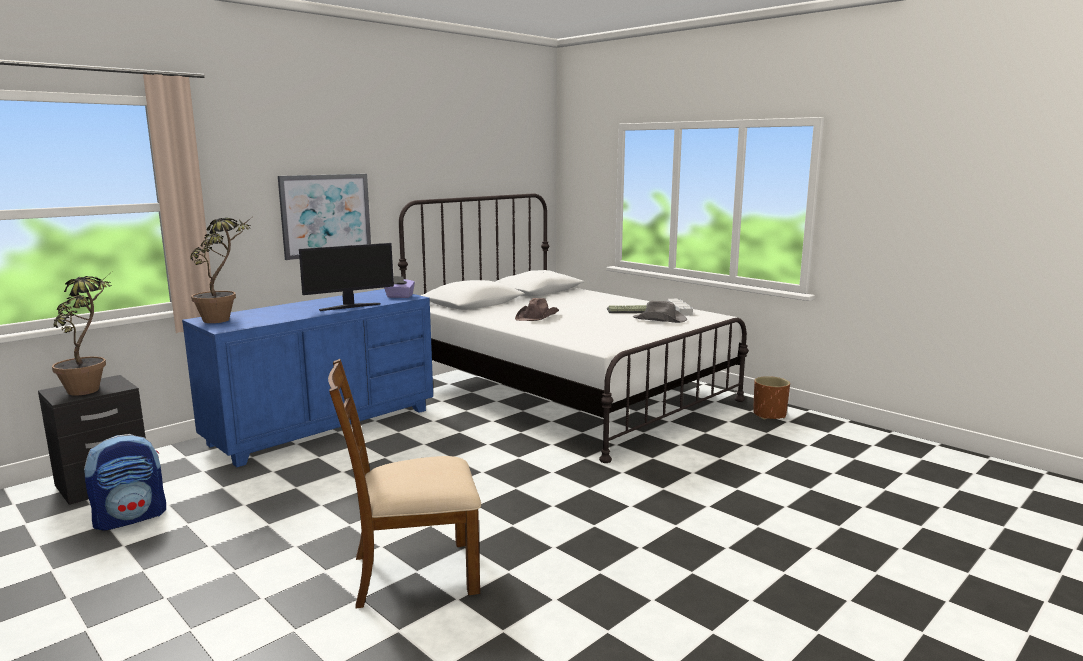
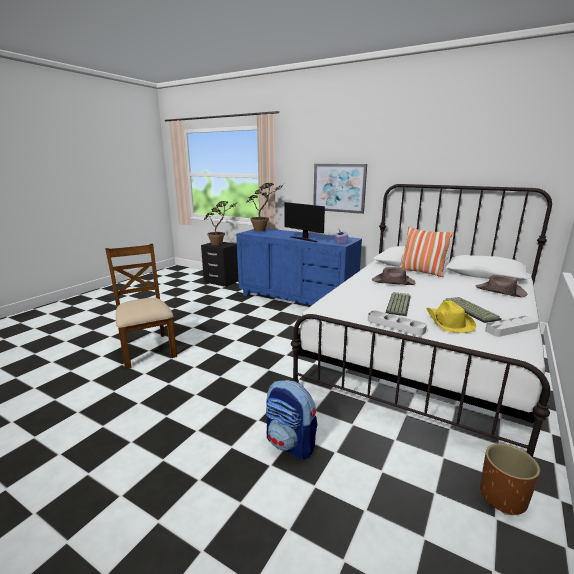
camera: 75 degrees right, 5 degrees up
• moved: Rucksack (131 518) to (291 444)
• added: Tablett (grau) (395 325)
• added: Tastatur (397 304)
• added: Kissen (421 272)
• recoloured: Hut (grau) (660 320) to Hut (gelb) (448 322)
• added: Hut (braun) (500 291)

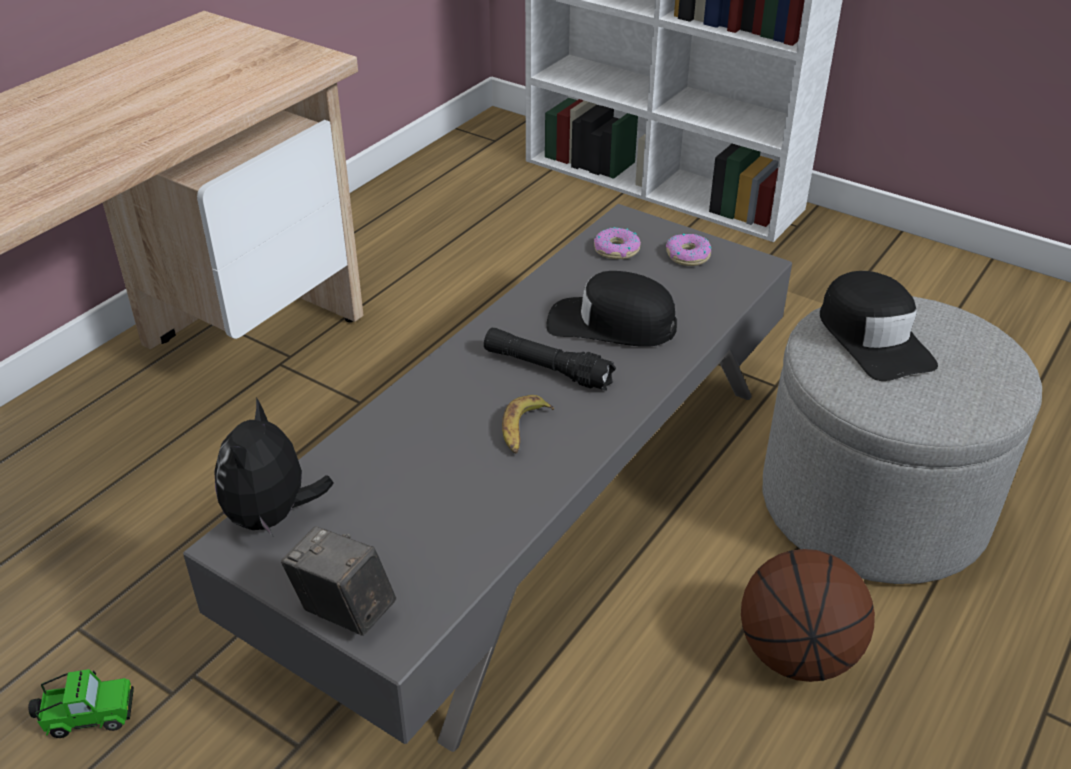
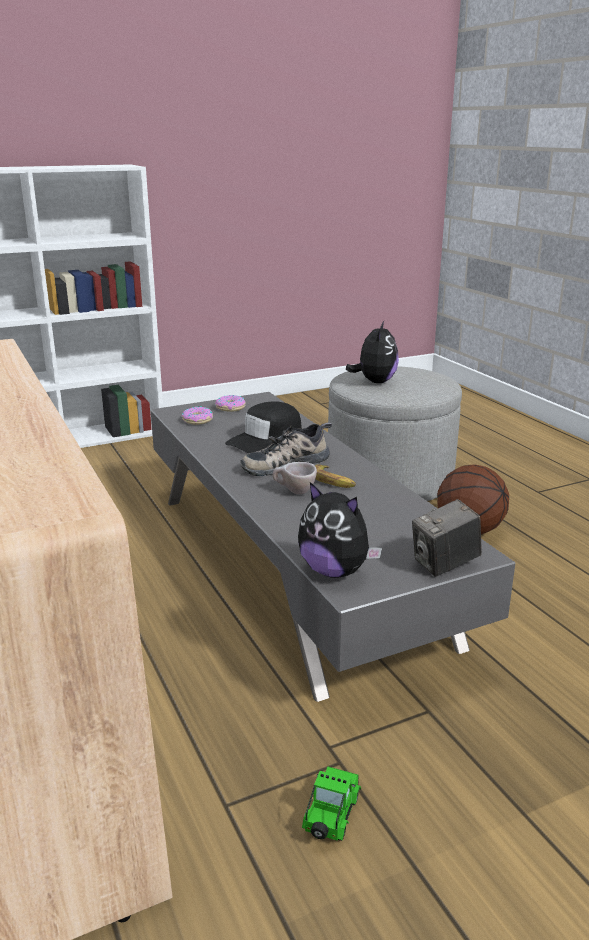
camera: 60 degrees left, 15 degrees down
• replaced: Taschenlampe (schwarz) (547 369) to Schuh (285 463)
• added: Tasse (beige) (294 492)
• replaced: Kappe (schwarz) (873 338) to Plüschtier (375 382)

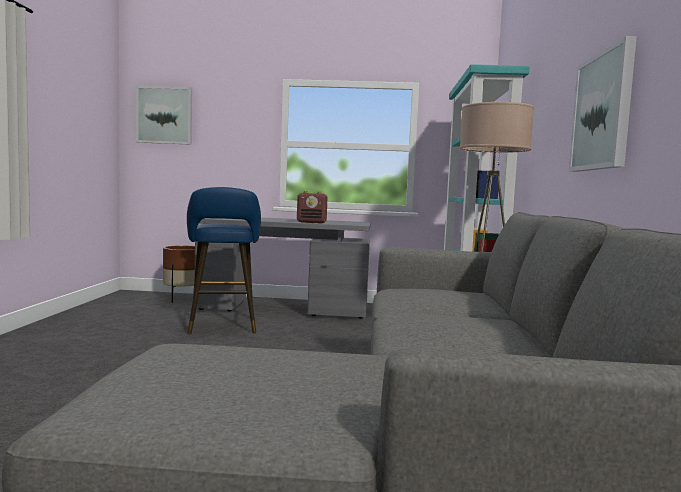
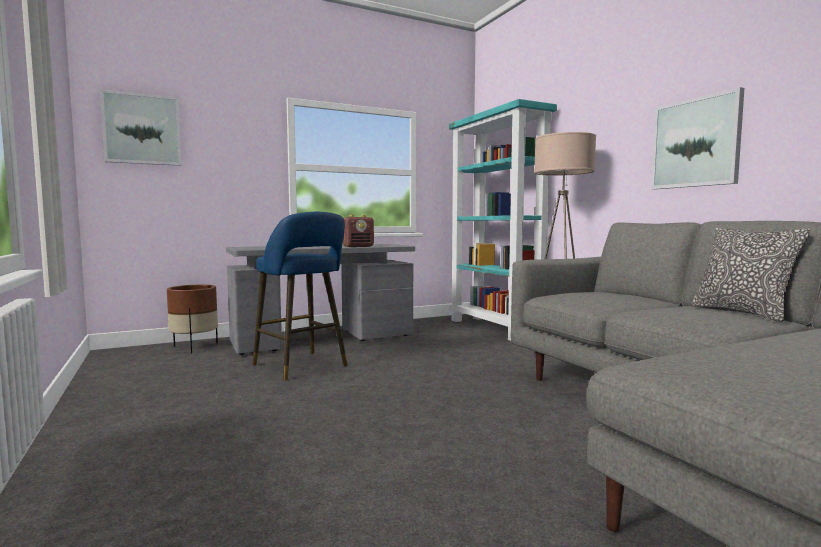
camera: 30 degrees left, 0 degrees up
• added: Kissen (742 312)

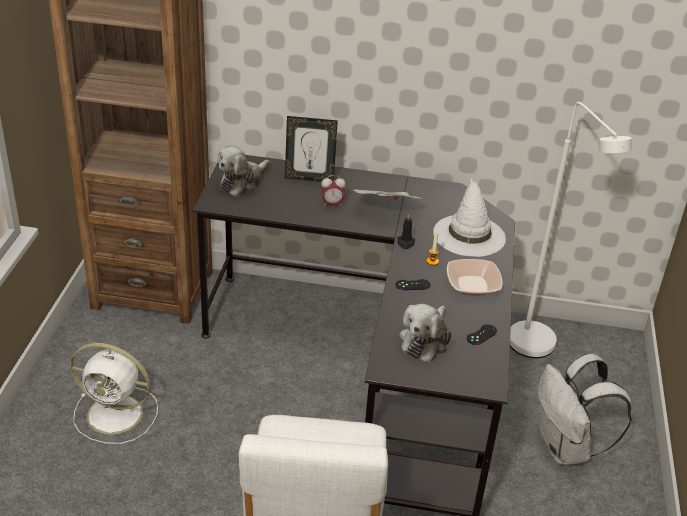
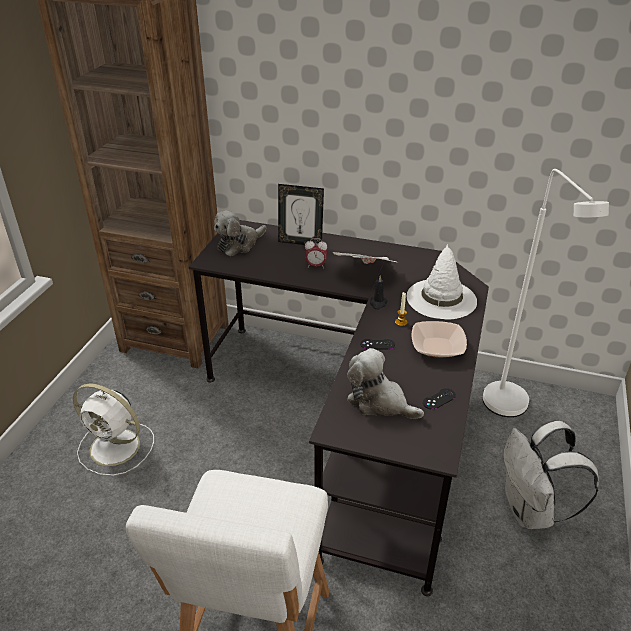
camera: 10 degrees right, 0 degrees up
• turned: Plüschtier (425 340) = (379 402) 90 degrees clockwise

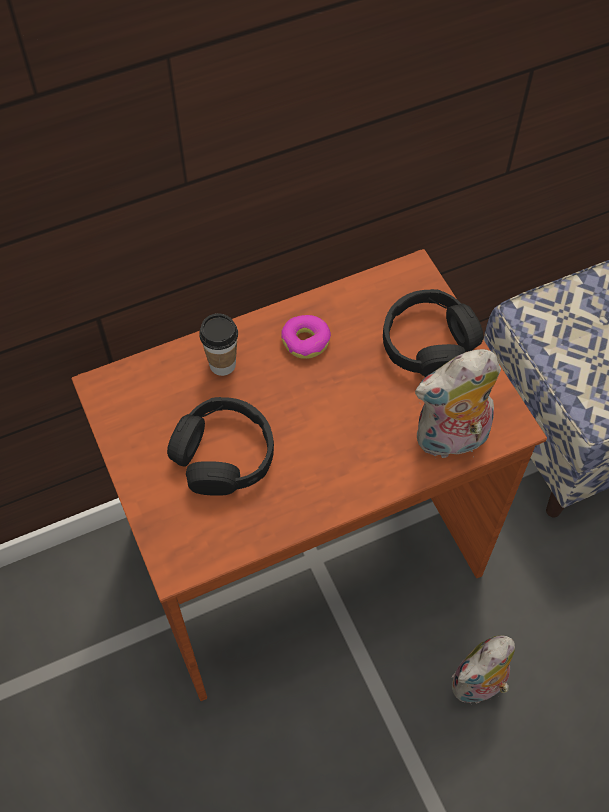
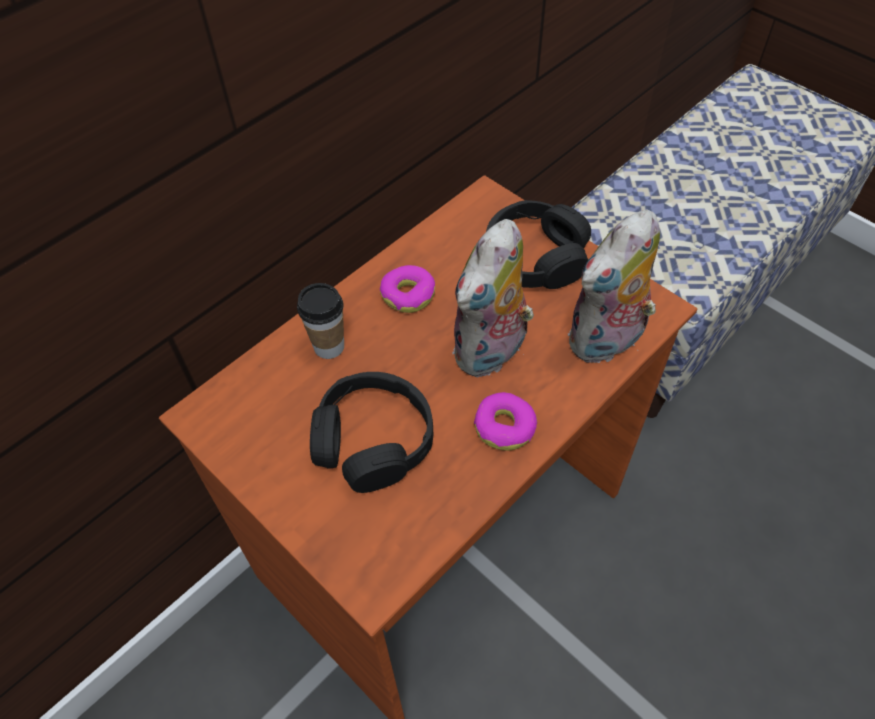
camera: 20 degrees left, 5 degrees down
• moved: Plüschtier (478 686) to (492 352)
• added: Donut (504 427)

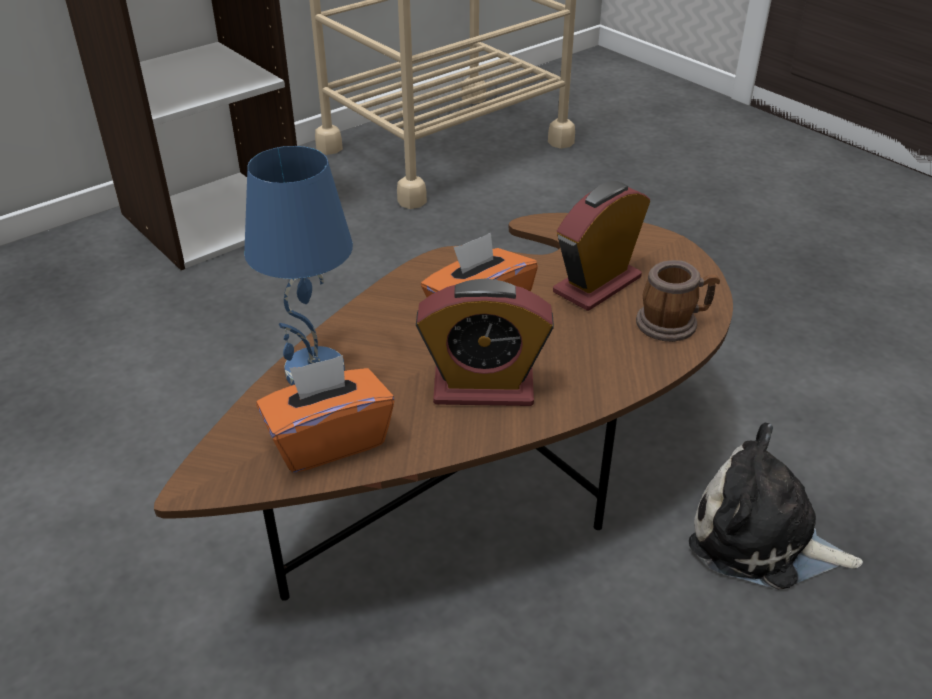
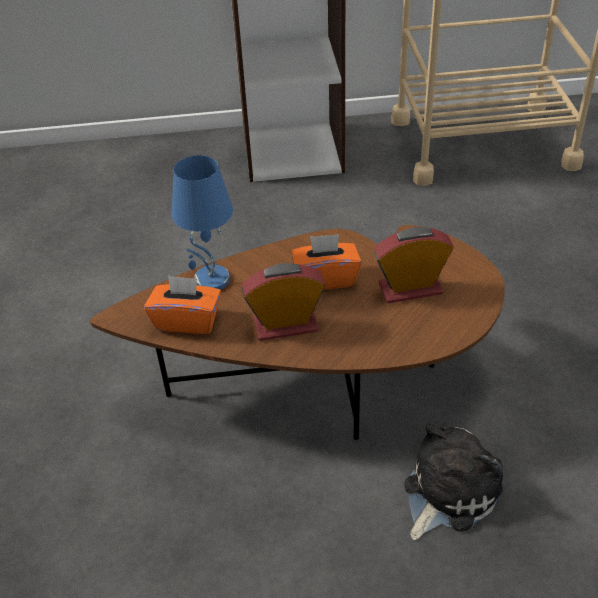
camera: 35 degrees right, 5 degrees up
• turned: Wecker (483 388) = (286 325) 135 degrees clockwise
• turned: Plüschtier (761 539) = (447 492) 75 degrees clockwise
• removed: Henkelbecher (673 323)

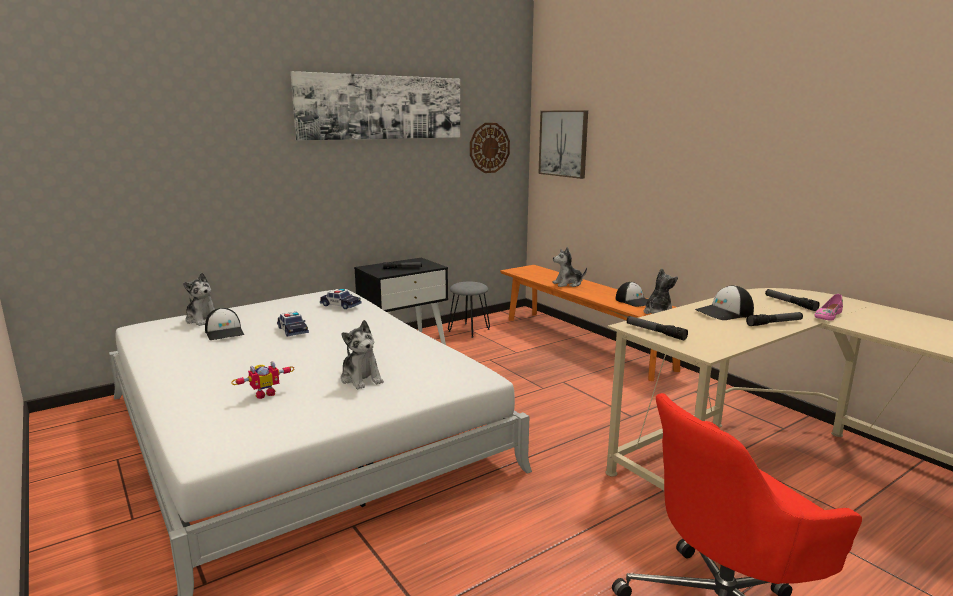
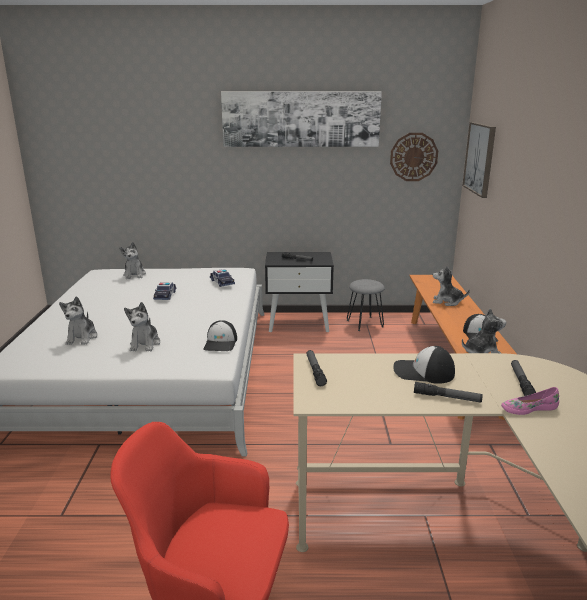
camera: 35 degrees right, 5 degrees up
• replaced: Spielzeugroboter (264 394) to Plüschtier (82 337)
• moved: Kappe (225 332) to (221 343)

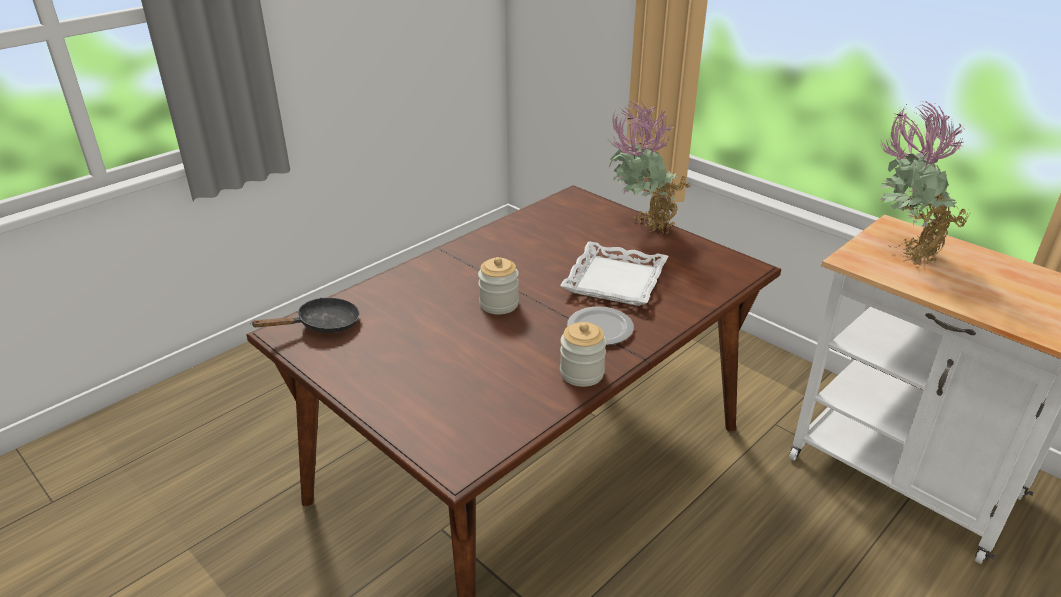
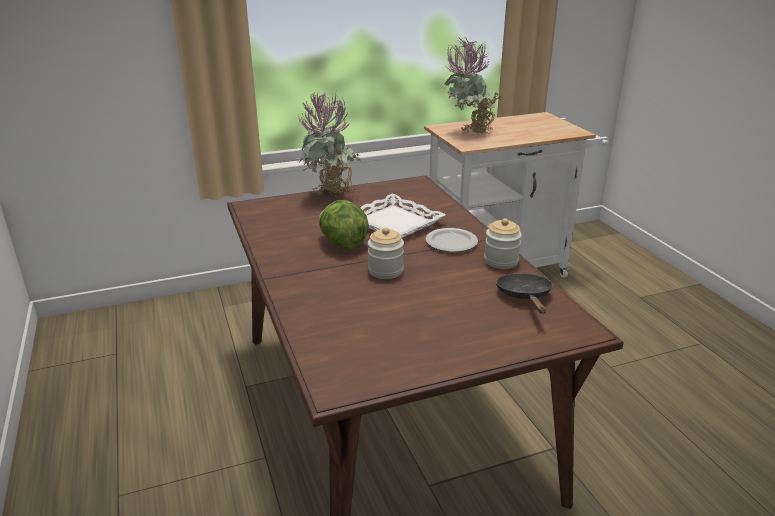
camera: 65 degrees left, 5 degrees down
• added: Salatkopf (342 243)
• moved: Pfanne (schwarz) (323 325) to (525 296)

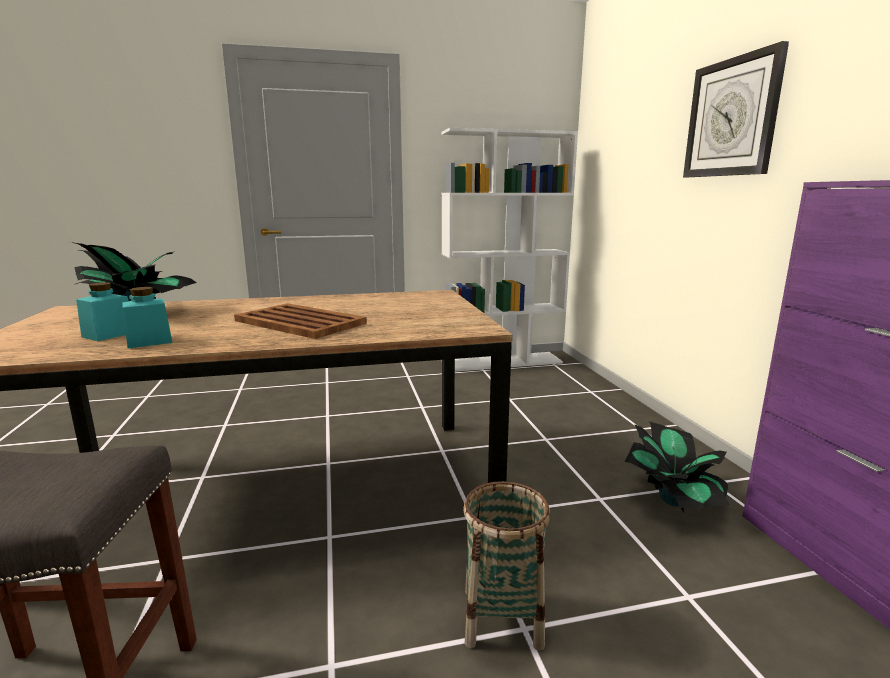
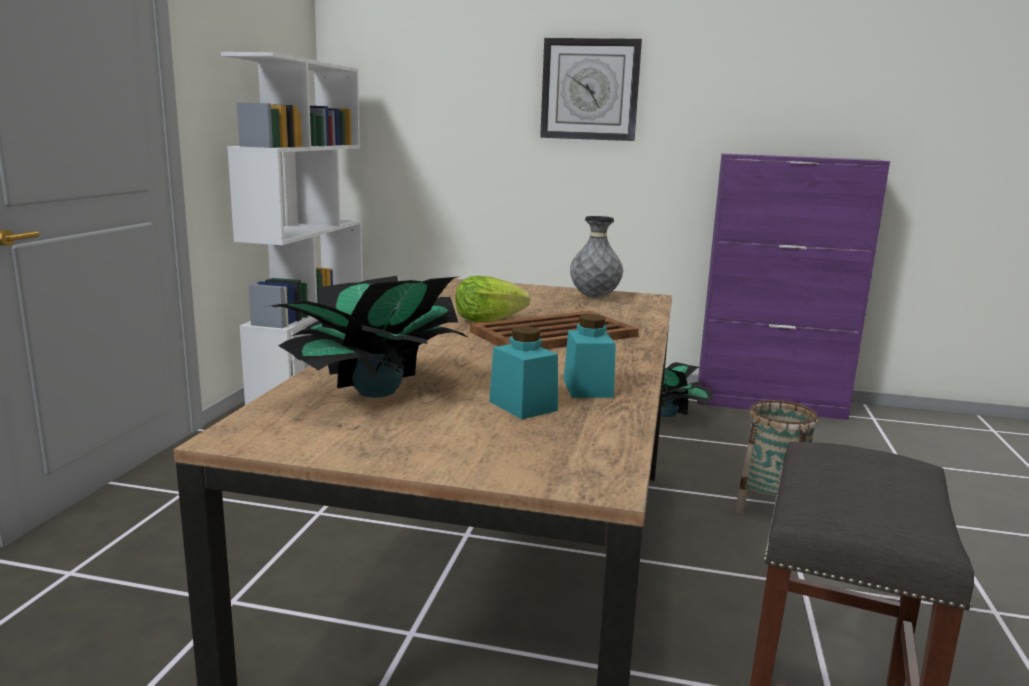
camera: 65 degrees left, 0 degrees up
• added: Salatkopf (487 320)
• added: Vase (grau) (594 297)

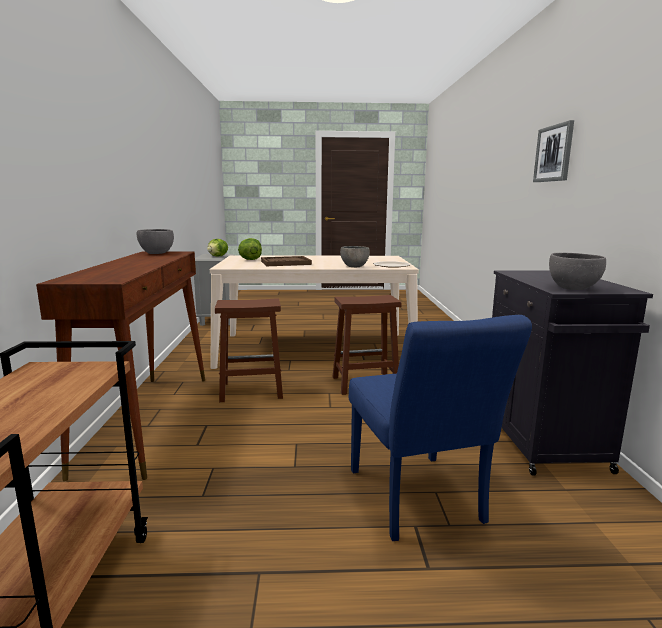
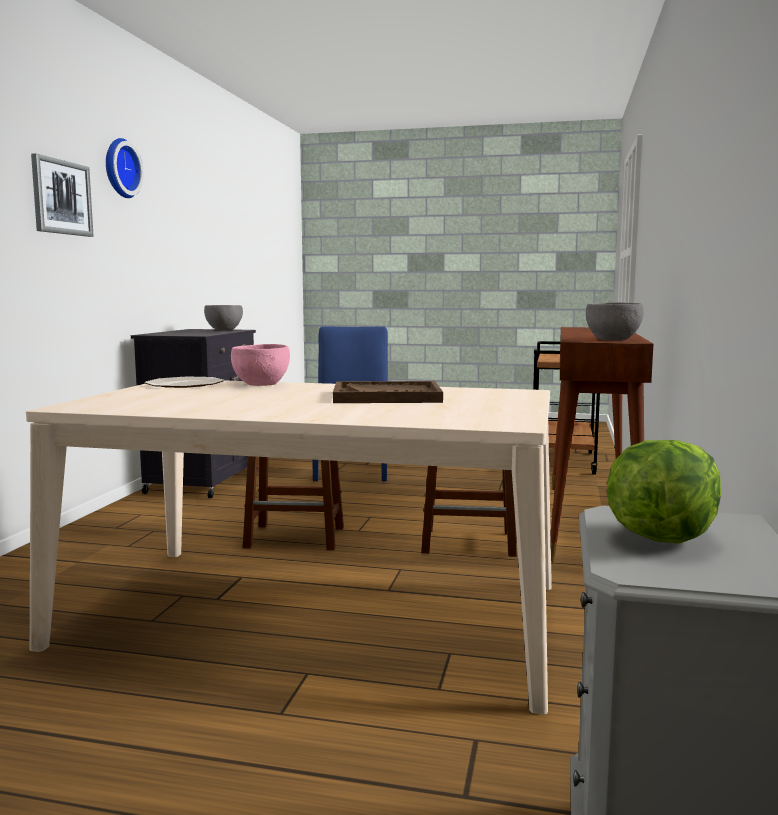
camera: 165 degrees left, 5 degrees down
• added: Wanduhr (119 168)
• recoloured: Schüssel (grau) (354 266) to Schüssel (rosa) (261 385)
• removed: Salatkopf (250 259)

